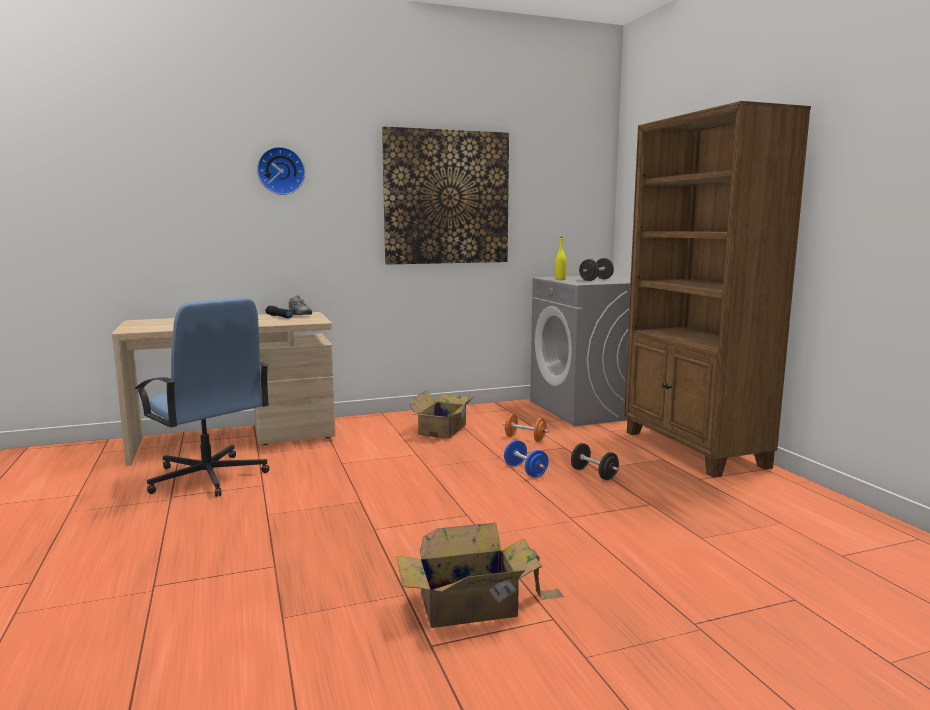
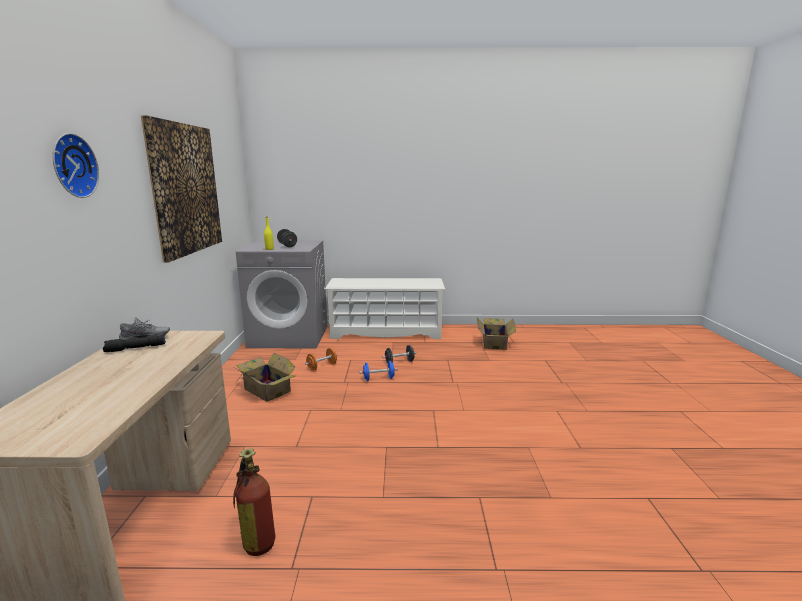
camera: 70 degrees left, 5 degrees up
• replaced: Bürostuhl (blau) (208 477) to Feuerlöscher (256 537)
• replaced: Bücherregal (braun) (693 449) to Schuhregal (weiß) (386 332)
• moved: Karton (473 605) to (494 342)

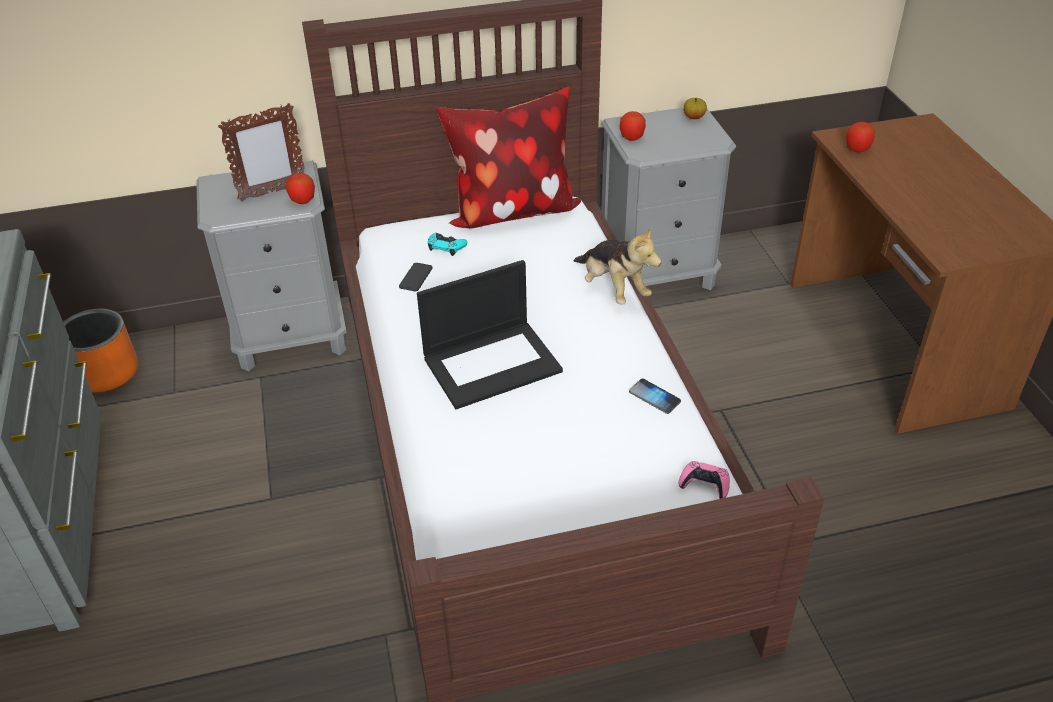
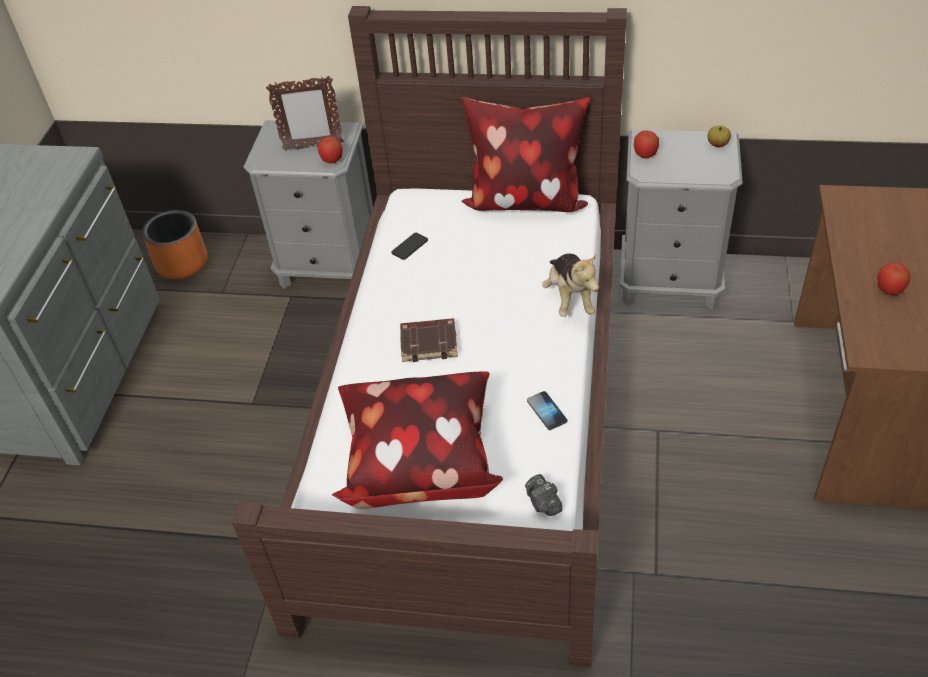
camera: 25 degrees right, 5 degrees up
• added: Kissen (419 461)
• replaced: Laptop (493 363) to Buch (braun) (429 343)
• replaced: Gamepad (rosa) (704 483) to Kamera (543 503)
• moved: Apfel (857 149) to (889 290)
• removed: Gamepad (türkis) (446 246)

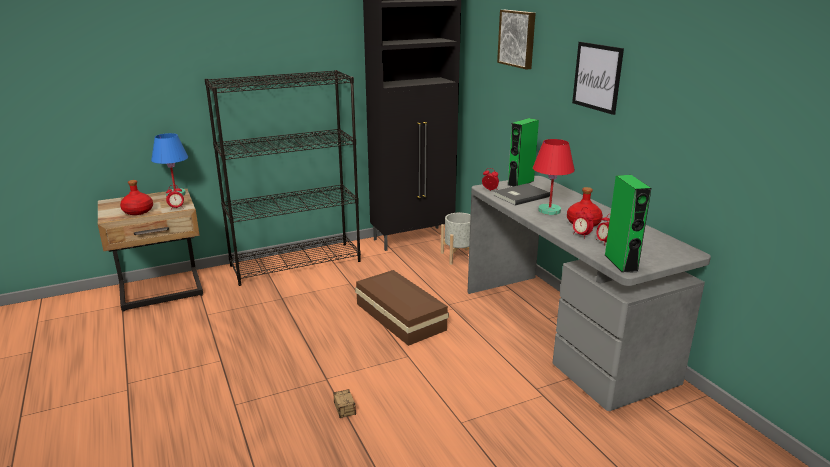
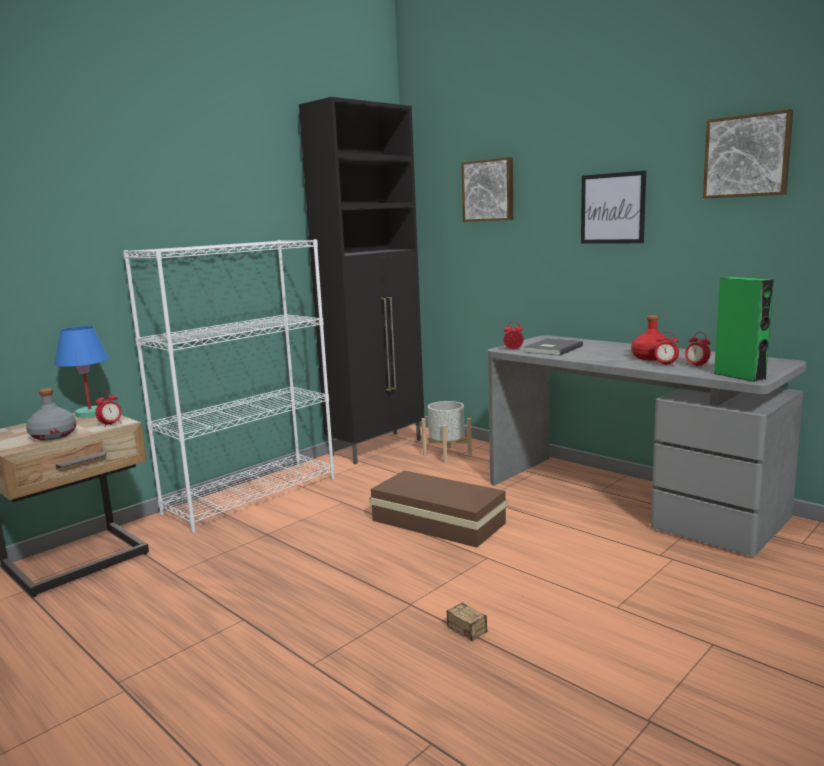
camera: 20 degrees left, 10 degrees down
• recoloured: Flasche (rot) (138 211) to Flasche (grau) (54 435)
• recoloured: Bücherregal (schwarz) (296 263) to Bücherregal (weiß) (252 495)
• added: Bild (747 156)
• removed: Lautsprecher (grün) (520 183)
• removed: Tischlampe (rot) (549 211)

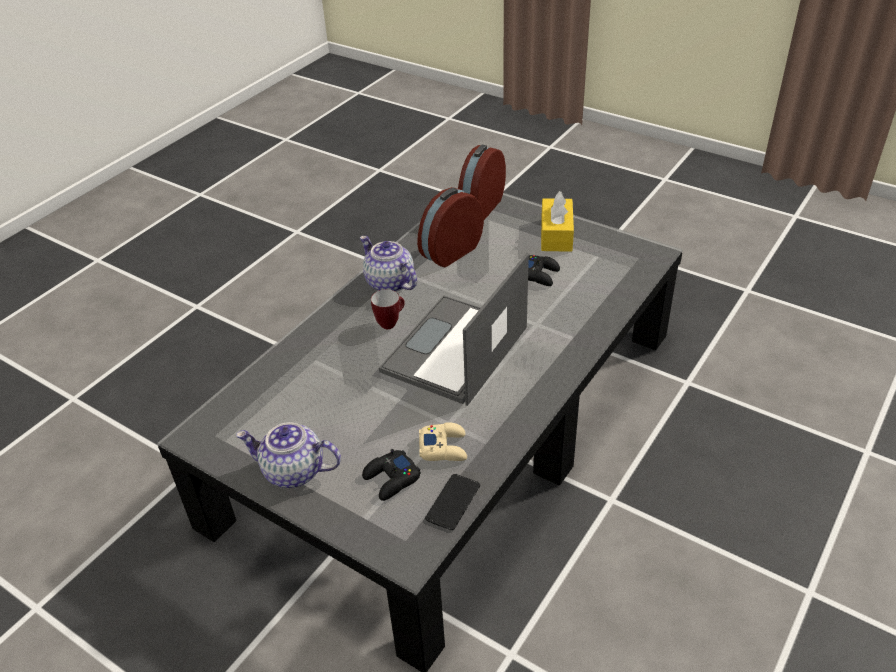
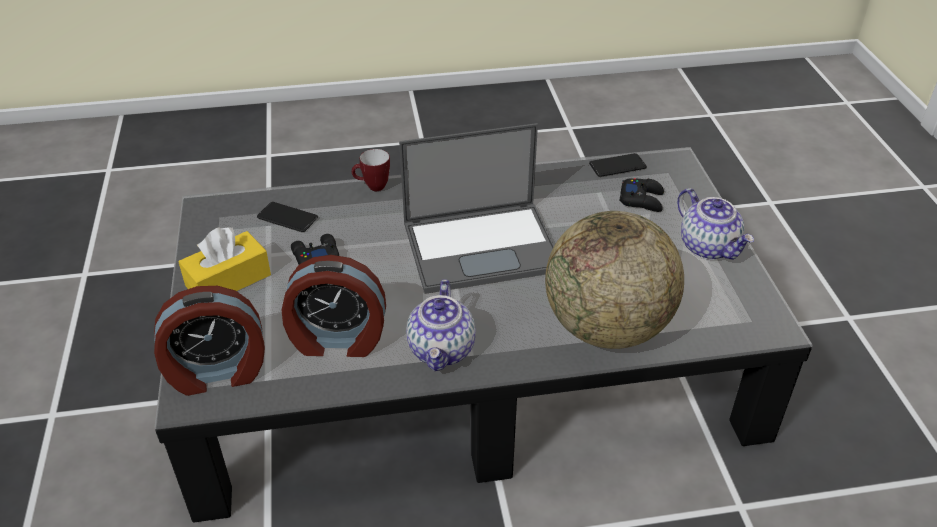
camera: 135 degrees left, 0 degrees up
• added: Handy (287 218)
• moved: Henkelbecher (390 322) to (372 187)
• added: Globus (607 327)
• removed: Gamepad (beige) (444 447)

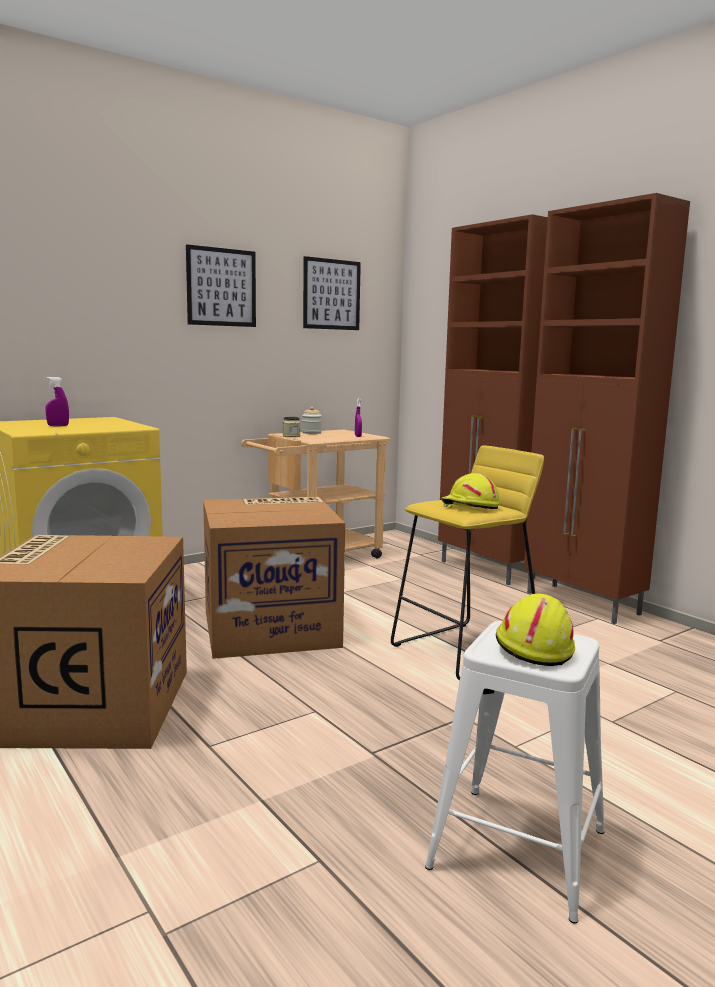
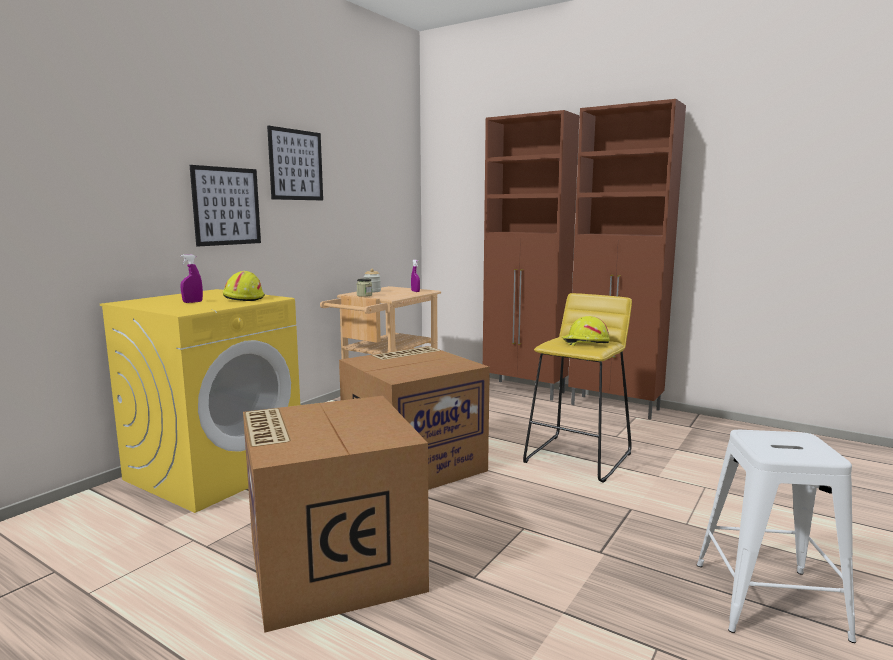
camera: 20 degrees left, 0 degrees up
• moved: Bild (331 294) to (226 206)
• moved: Schutzhelm (gelb) (533 647) to (244 298)

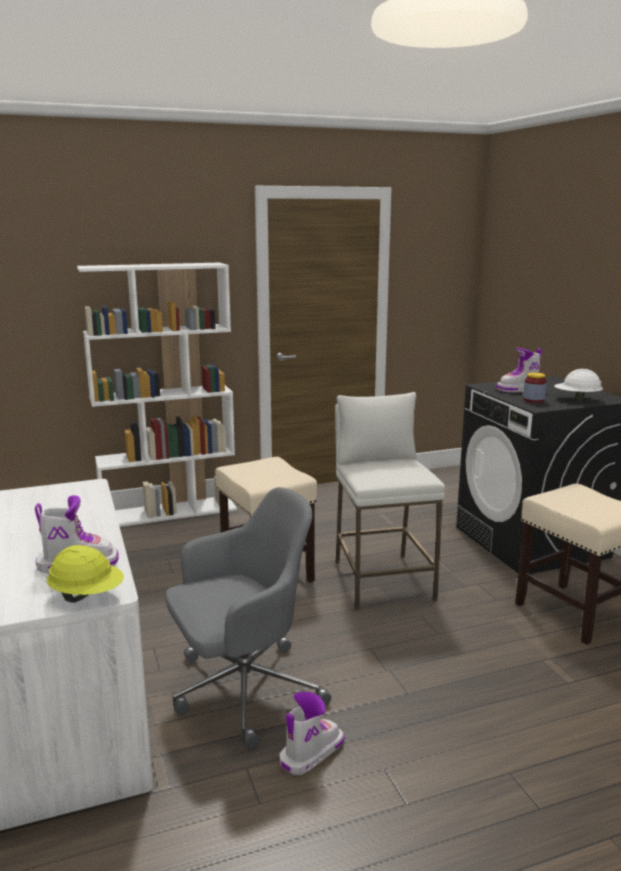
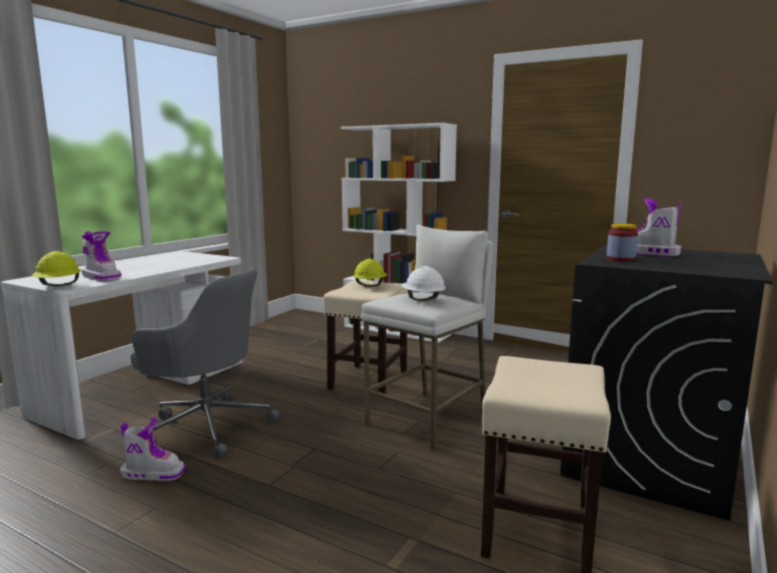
camera: 50 degrees right, 5 degrees down
• added: Schutzhelm (gelb) (370 285)
• moved: Schutzhelm (weiß) (576 399) to (422 299)

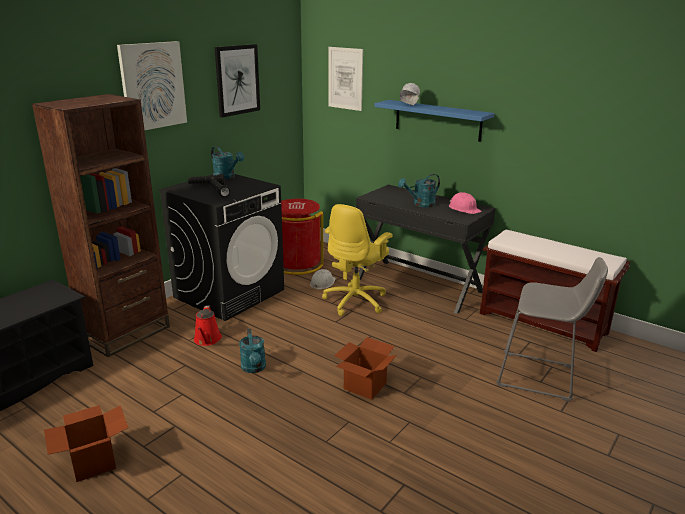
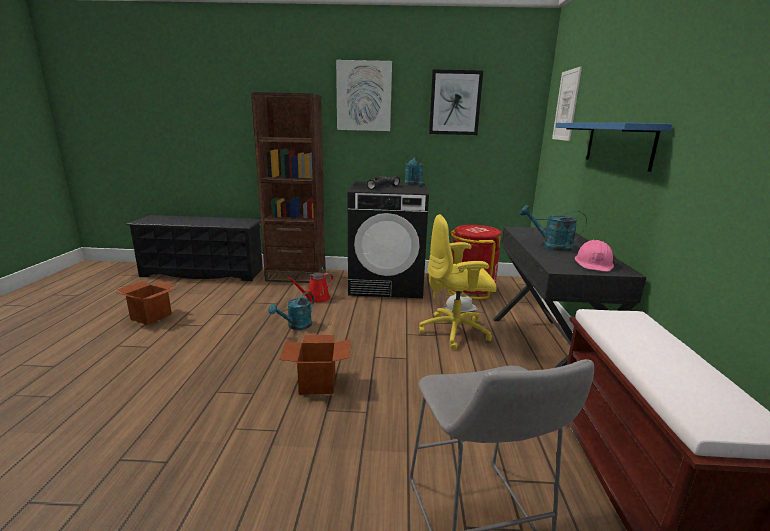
camera: 55 degrees right, 5 degrees down
• removed: Schutzhelm (weiß) (408 106)

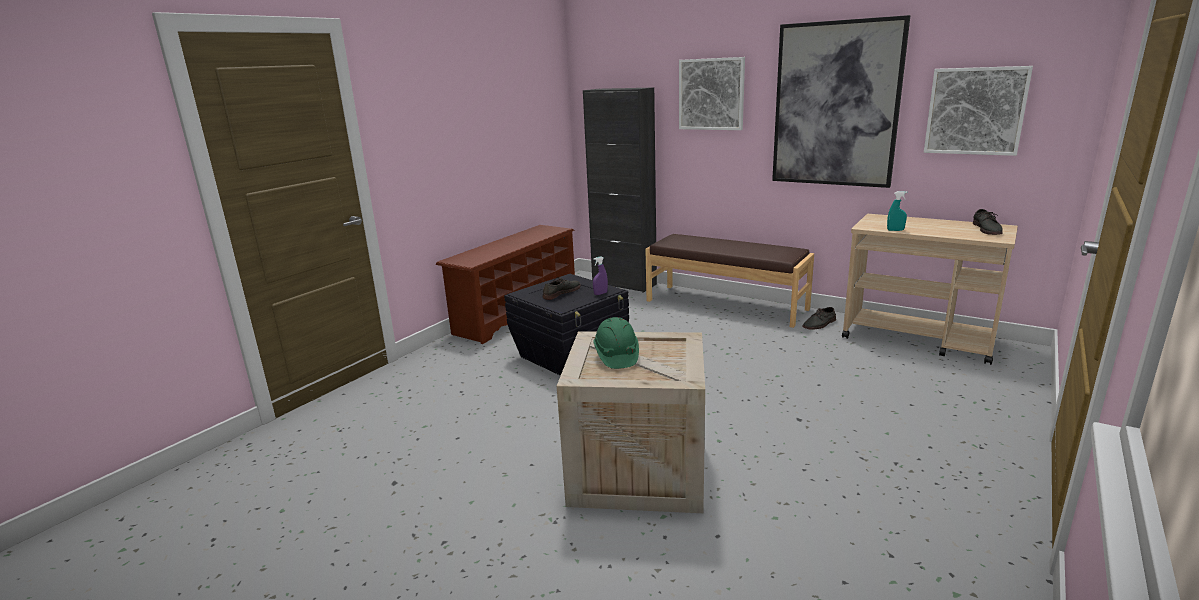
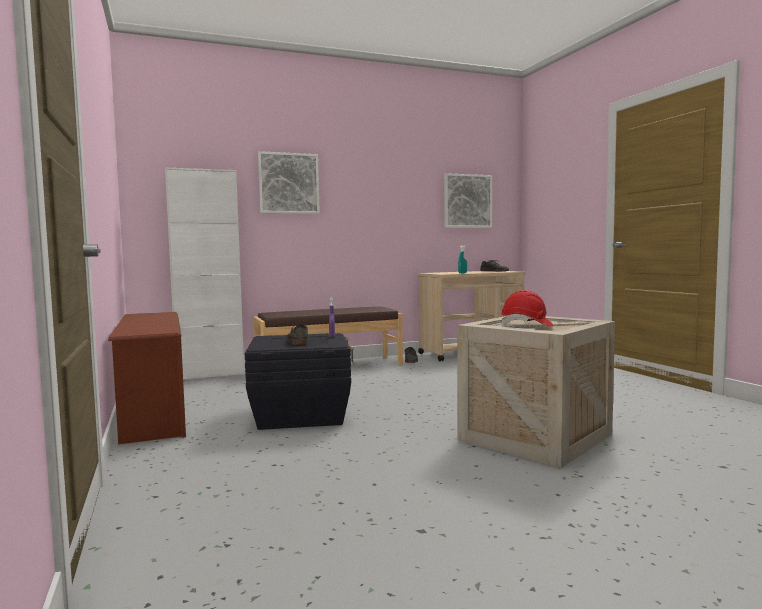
camera: 55 degrees left, 15 degrees down
• recoloured: Schrank (schwarz) (624 284) to Schrank (weiß) (209 375)
• recoloured: Schutzhelm (grün) (616 356) to Schutzhelm (rot) (526 325)
• removed: Bild (836 105)

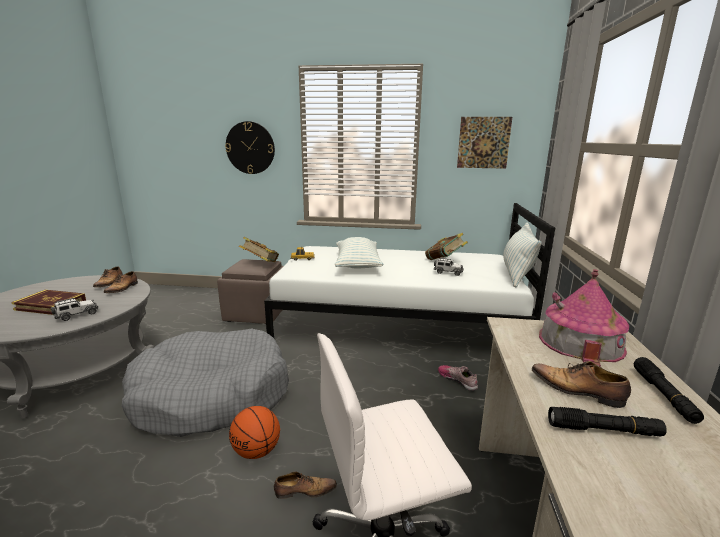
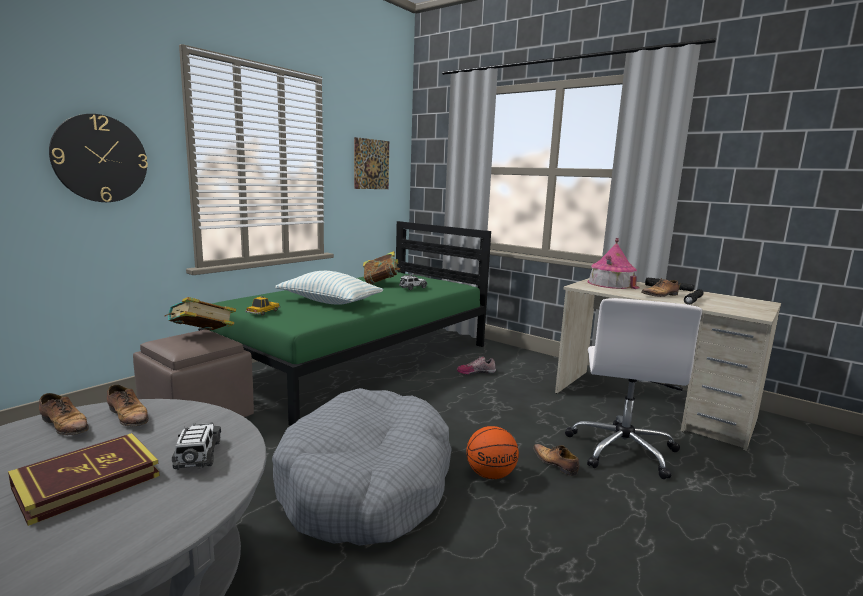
camera: 60 degrees left, 5 degrees down
• recoloured: Bett (weiß) (397 323) to Bett (grün) (360 361)
• turned: Schuh (304 491) = (555 464) 60 degrees counterclockwise
• removed: Kissen (517 274)

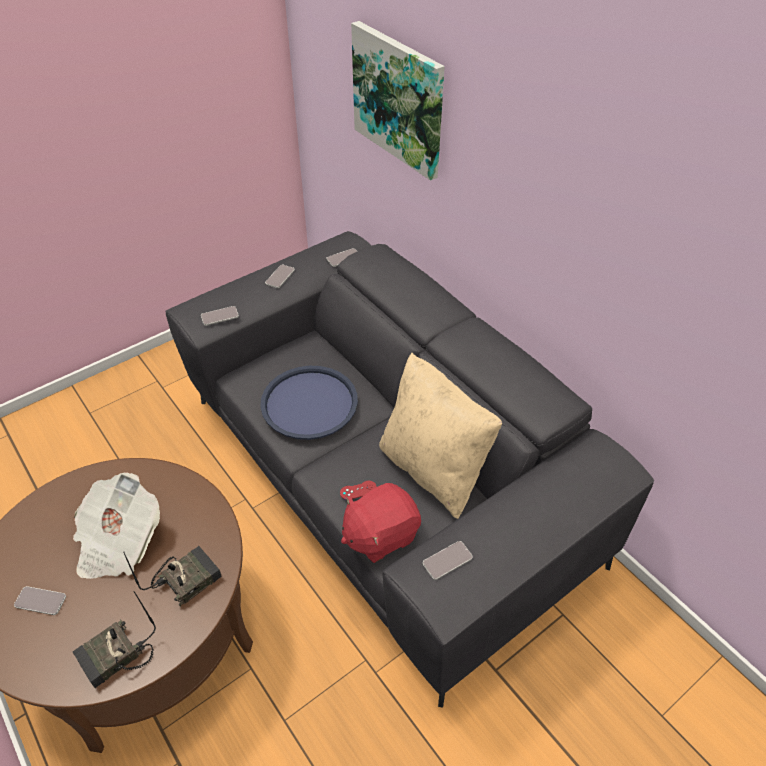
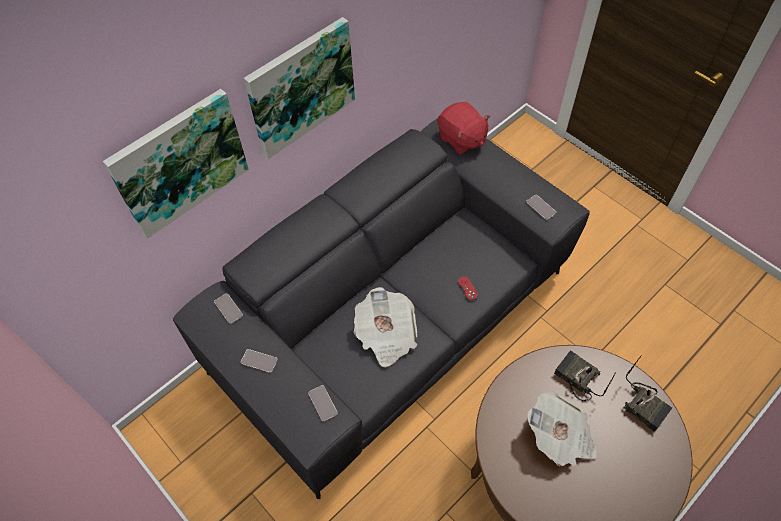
camera: 95 degrees left, 10 degrees up
• added: Bild (300 87)
• replaced: Tablett (blau) (309 403) to Zeitung (386 335)
• moved: Plüschtier (rot) (380 534) to (461 139)
• removed: Handy (40 601)
• removed: Kissen (beige) (433 469)

